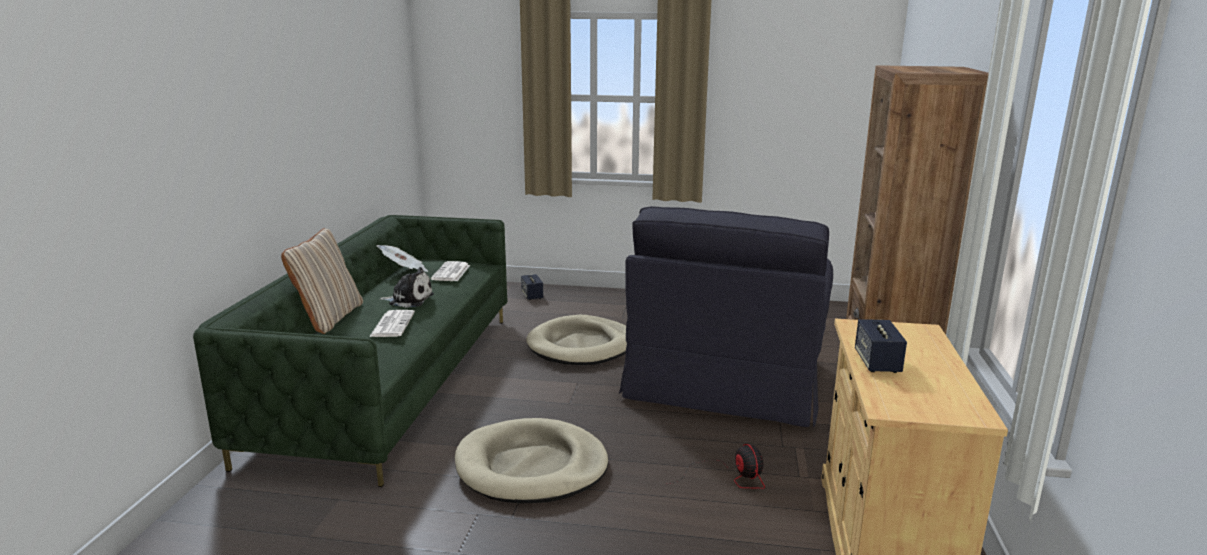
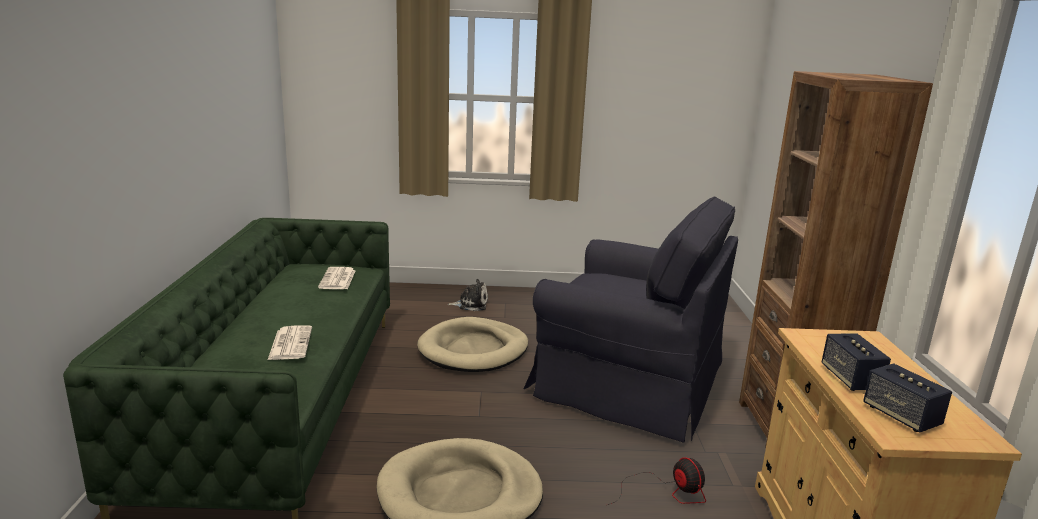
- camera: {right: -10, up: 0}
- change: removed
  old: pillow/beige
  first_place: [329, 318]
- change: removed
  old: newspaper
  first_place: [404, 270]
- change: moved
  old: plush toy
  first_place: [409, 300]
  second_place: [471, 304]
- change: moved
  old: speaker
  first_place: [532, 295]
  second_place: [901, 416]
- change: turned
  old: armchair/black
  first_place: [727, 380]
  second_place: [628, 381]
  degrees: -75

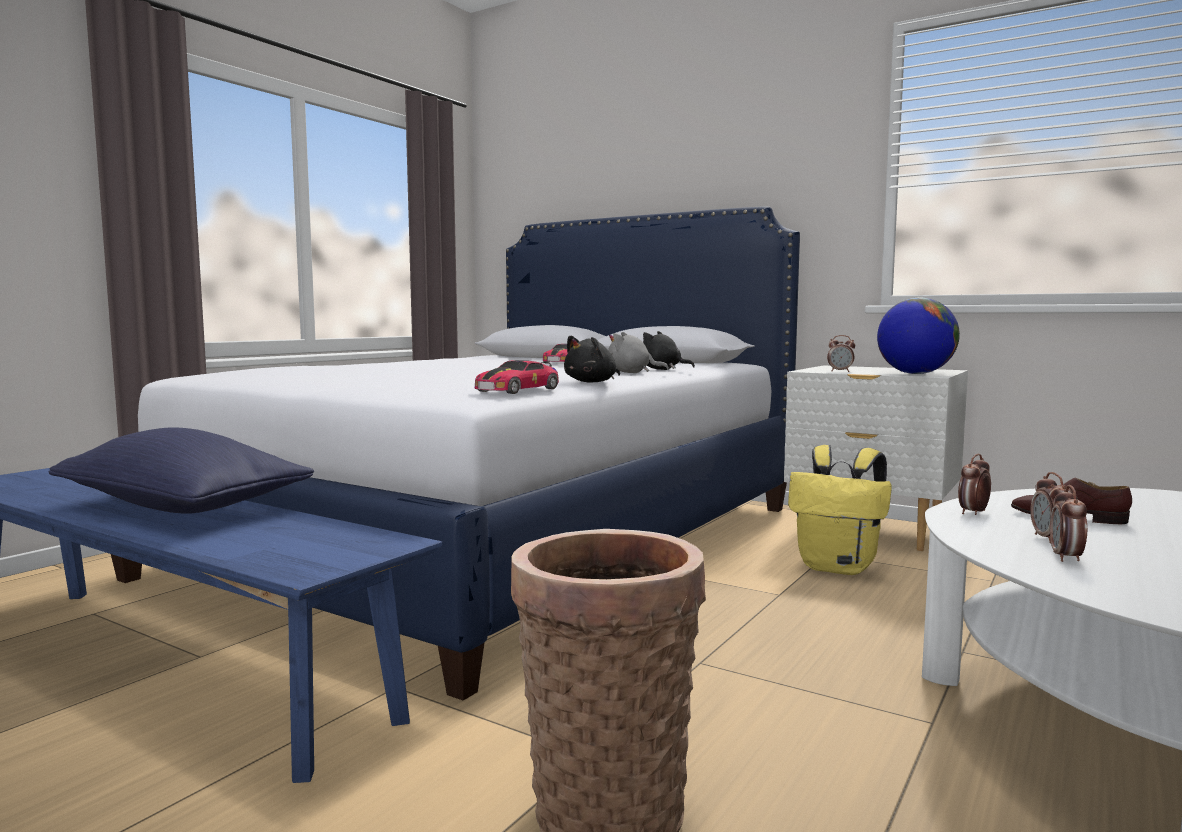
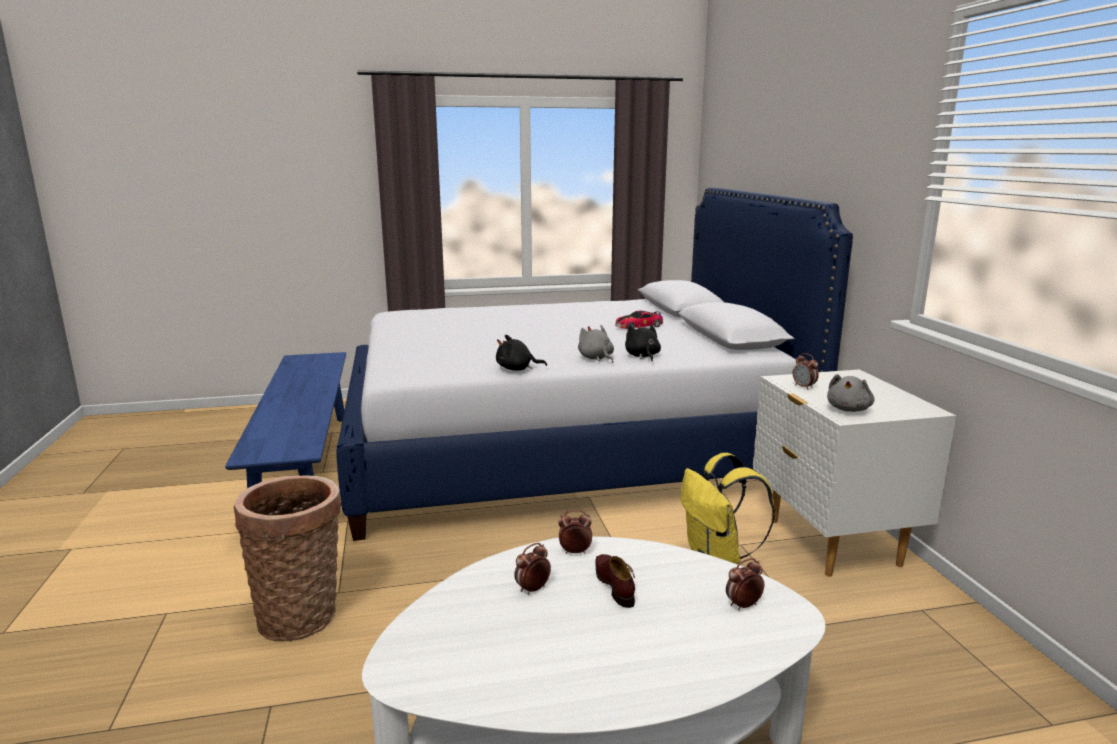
- camera: {right: 45, up: 10}
- change: removed
  old: pillow/blue
  first_place: [182, 507]
- change: removed
  old: toy car
  first_place: [518, 390]
- change: moved
  old: alarm clock
  first_place: [1066, 558]
  second_place: [743, 605]
- change: replaced
  old: globe
  new: plush toy/grey
  first_place: [915, 373]
  second_place: [849, 409]

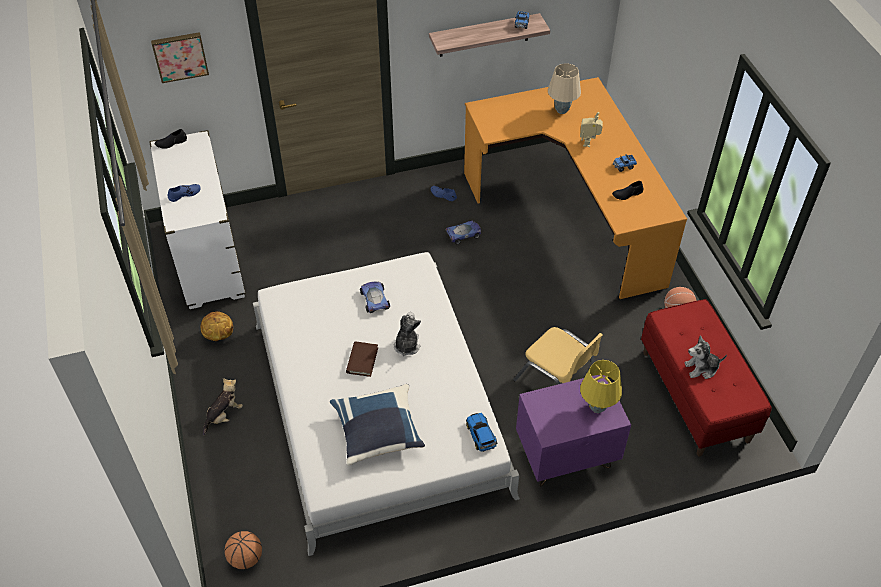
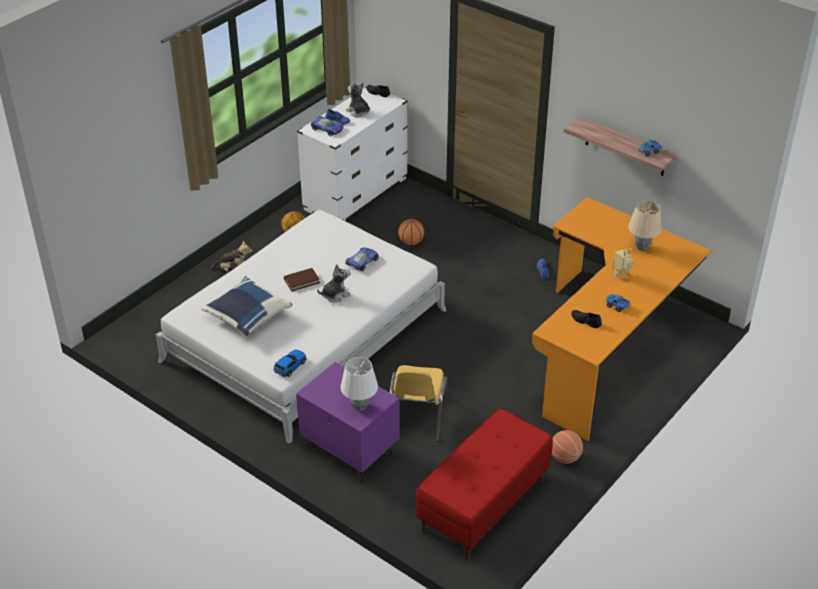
- camera: {right: 55, up: -10}
- change: removed
  old: picture
  first_place: [180, 56]
- change: moved
  old: basketball
  first_place: [246, 558]
  second_place: [411, 242]
- change: moved
  old: toy car
  first_place: [464, 234]
  second_place: [328, 129]
- change: moved
  old: plush toy
  first_place: [701, 368]
  second_place: [358, 112]
- change: recoloured
  old: table lamp/yellow
  new: table lamp/white
  first_place: [597, 407]
  second_place: [360, 406]

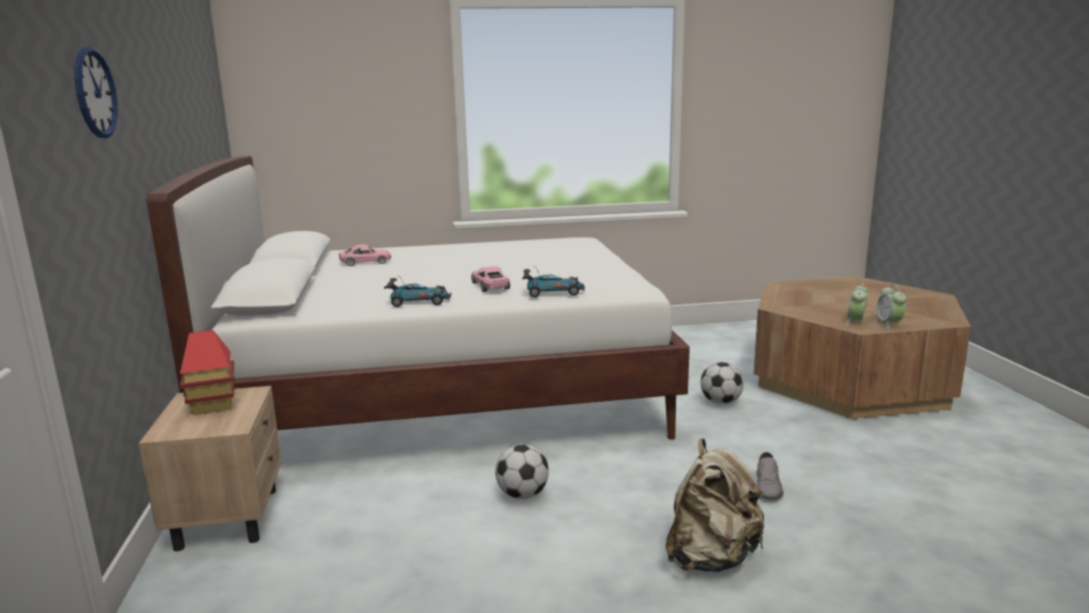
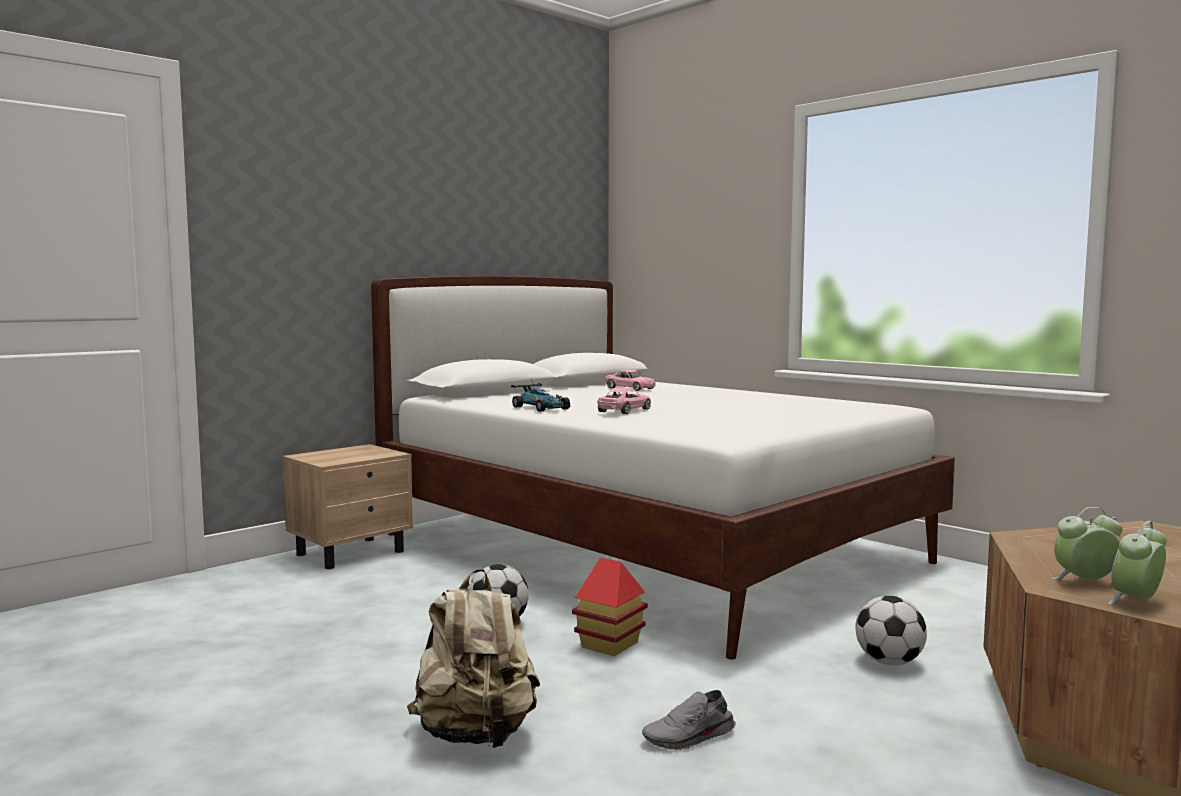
- camera: {right: 55, up: -10}
- change: removed
  old: wall clock
  first_place: [95, 93]
- change: removed
  old: toy car
  first_place: [553, 292]
- change: moved
  old: toy house
  first_place: [213, 405]
  second_place: [610, 645]

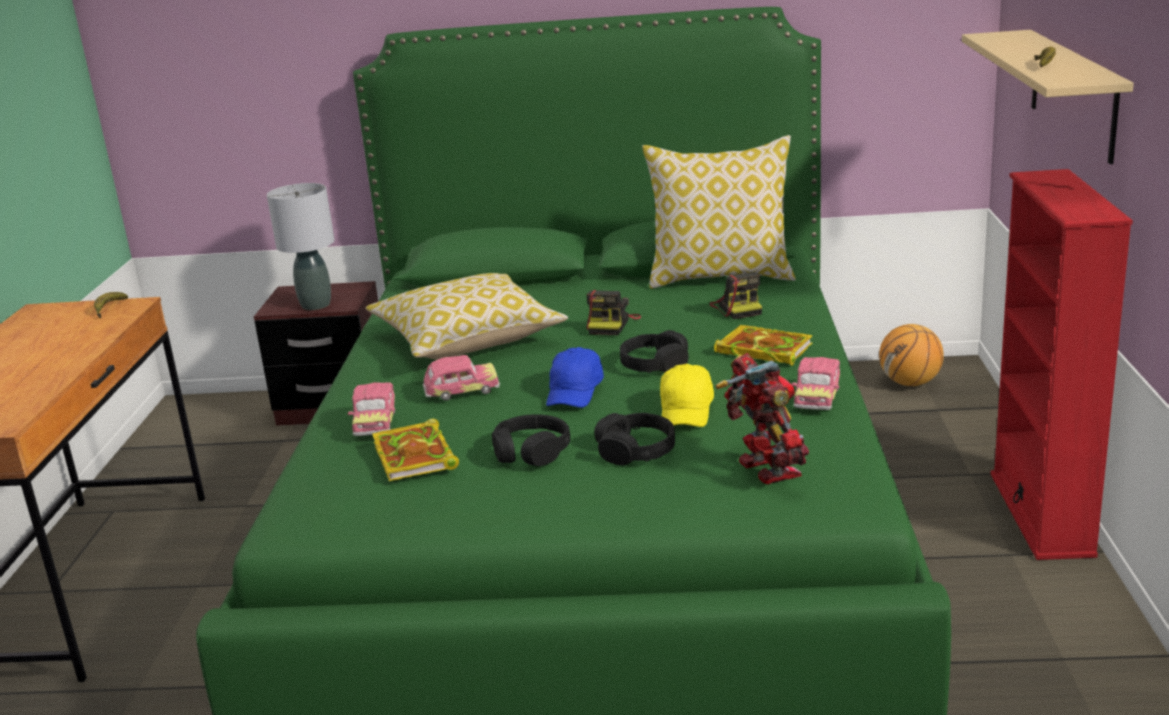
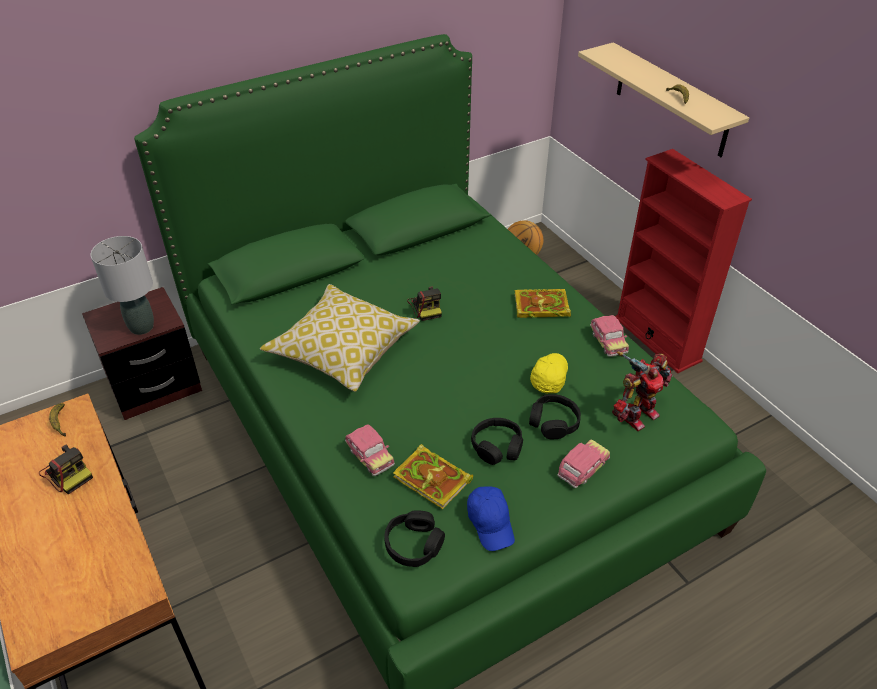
- camera: {right: -35, up: 20}
- change: removed
  old: pillow
  first_place: [721, 277]
- change: moved
  old: toy car
  first_place: [462, 392]
  second_place: [582, 469]
- change: moved
  old: cap/blue
  first_place: [575, 392]
  second_place: [490, 523]
- change: moved
  old: headphones/black
  first_place: [654, 364]
  second_place: [414, 544]
- change: moved
  old: photo camera
  first_place: [737, 308]
  second_place: [68, 472]
- change: turned
  old: cap/yellow
  first_place: [686, 411]
  second_place: [549, 377]
  degrees: -135
- change: turned
  old: toy robot
  first_place: [765, 470]
  second_place: [636, 414]
  degrees: 105

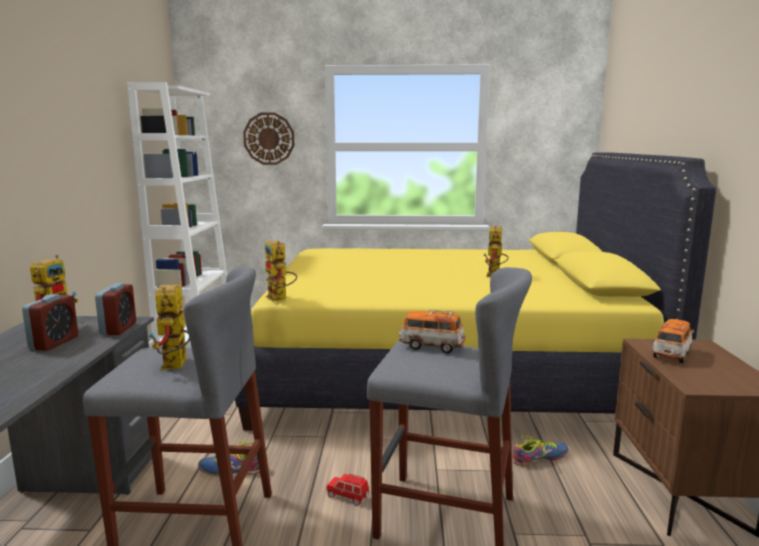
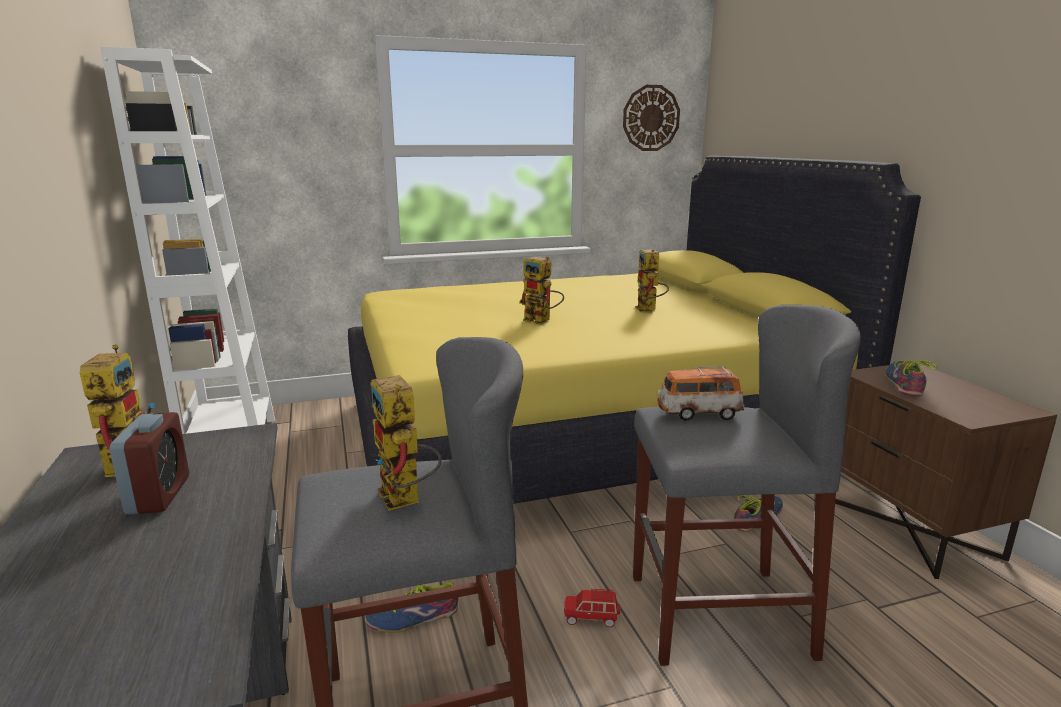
- camera: {right: -20, up: 5}
- change: removed
  old: alarm clock
  first_place: [118, 329]
- change: moved
  old: wall clock
  first_place: [269, 138]
  second_place: [651, 118]
- change: moved
  old: toy robot
  first_place: [280, 299]
  second_place: [542, 321]
- change: replaced
  old: toy car
  new: shoe
  first_place: [671, 354]
  second_place: [904, 384]

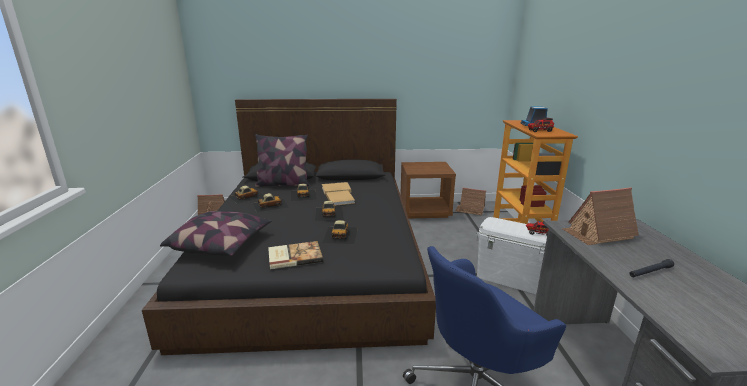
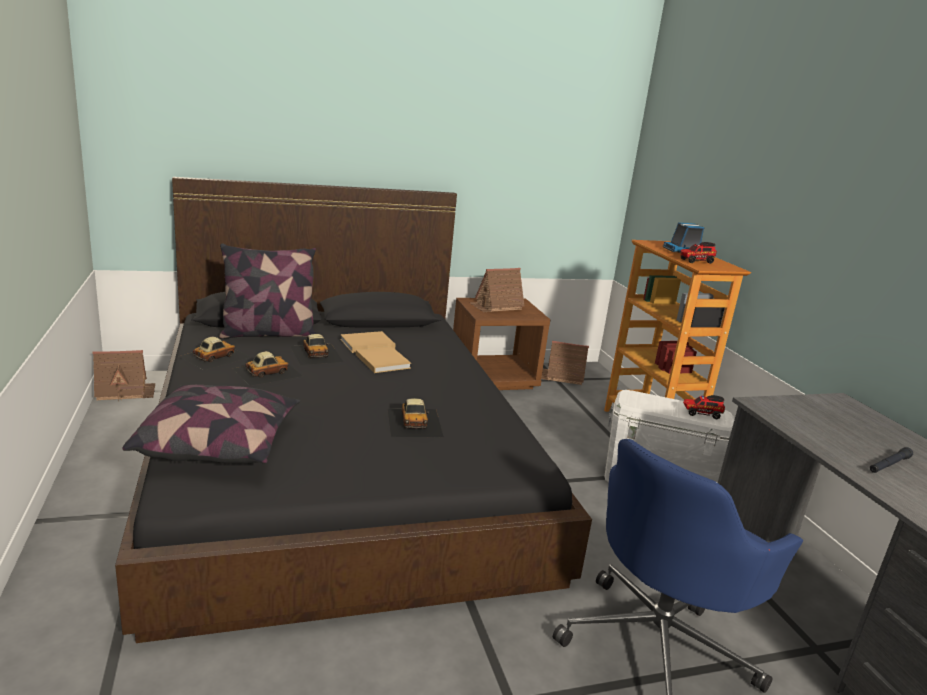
- camera: {right: -15, up: 0}
- change: removed
  old: book
  first_place: [294, 256]
- change: removed
  old: toy car
  first_place: [329, 213]
- change: moved
  old: toy house
  first_place: [598, 233]
  second_place: [496, 306]

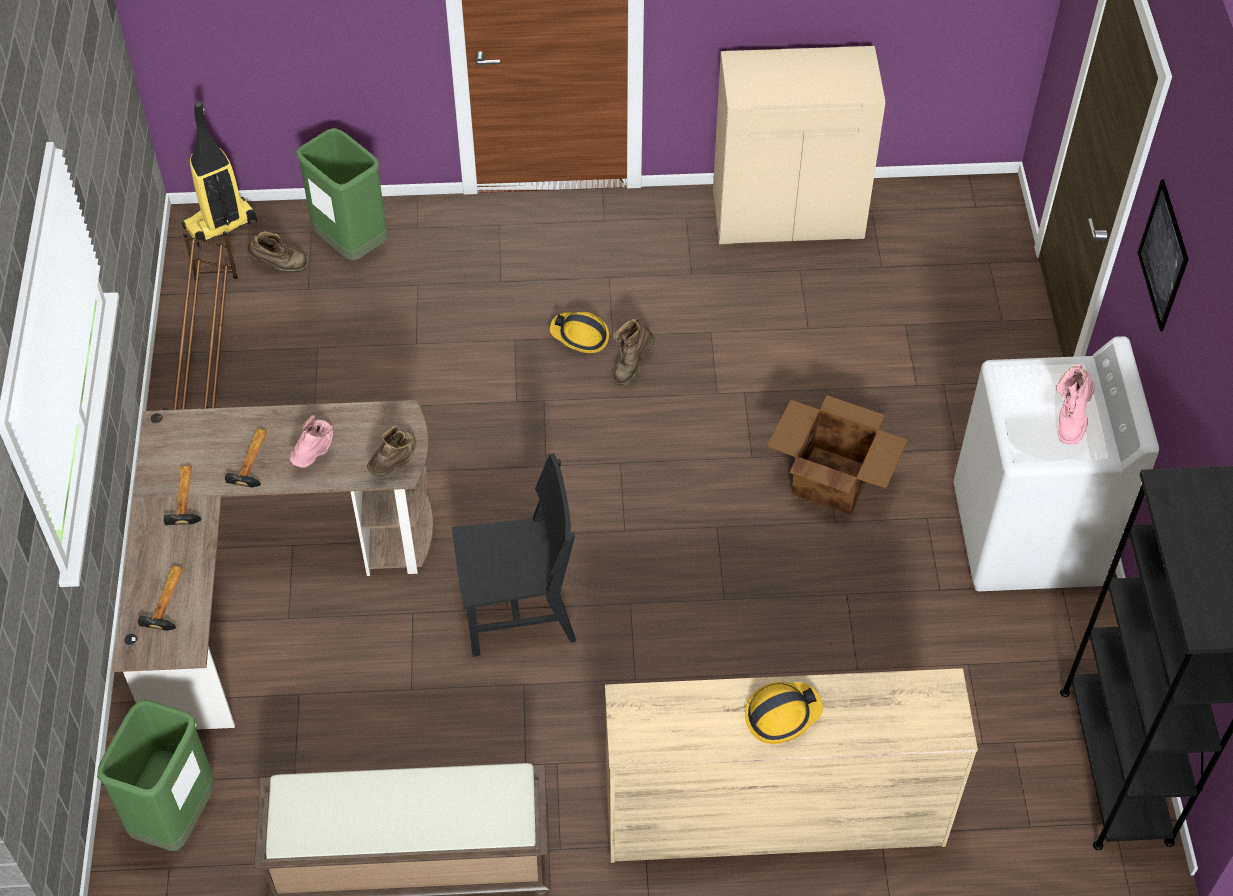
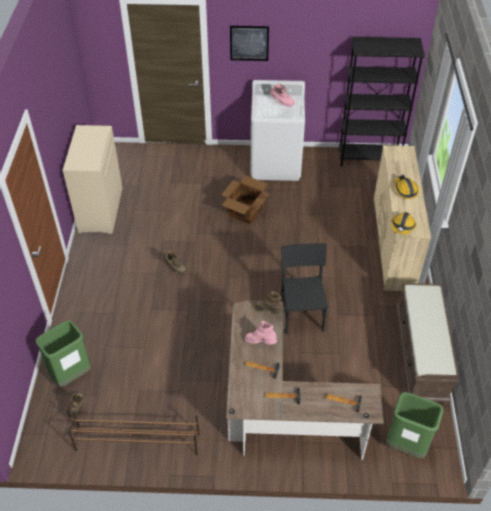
- camera: {right: -85, up: -5}
- change: removed
  old: vacuum cleaner
  first_place: [220, 225]
- change: moved
  old: hard hat
  first_place: [580, 336]
  second_place: [402, 226]

